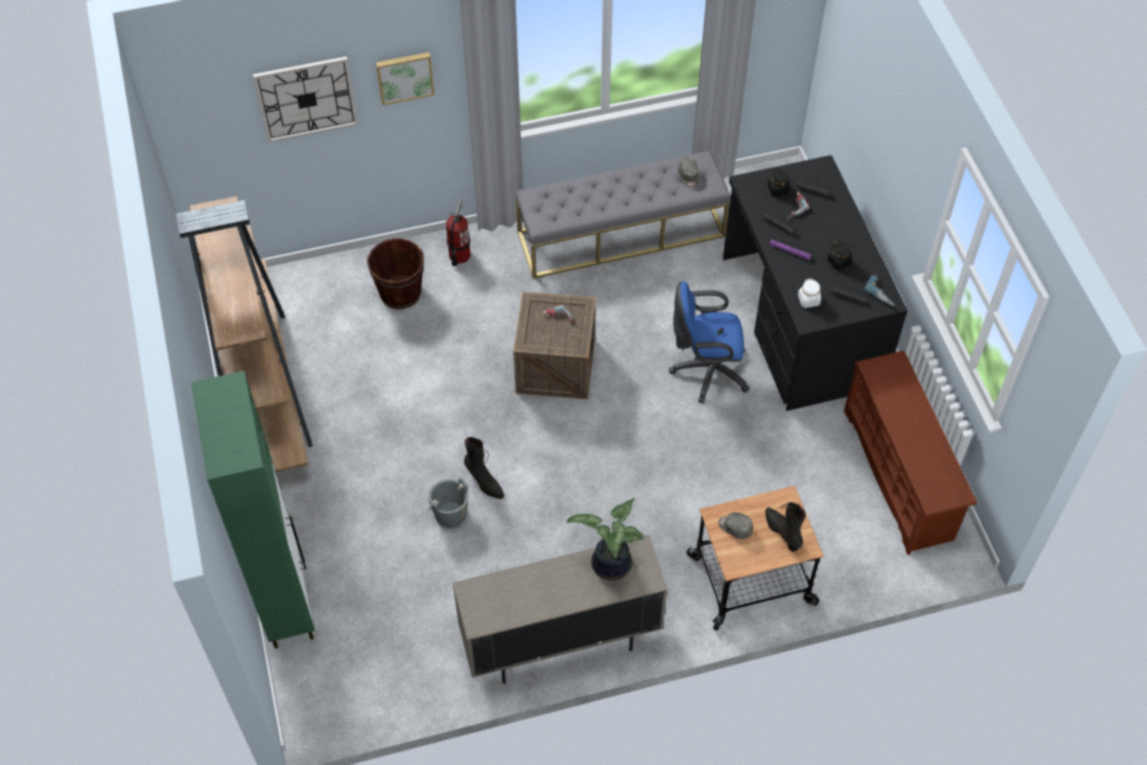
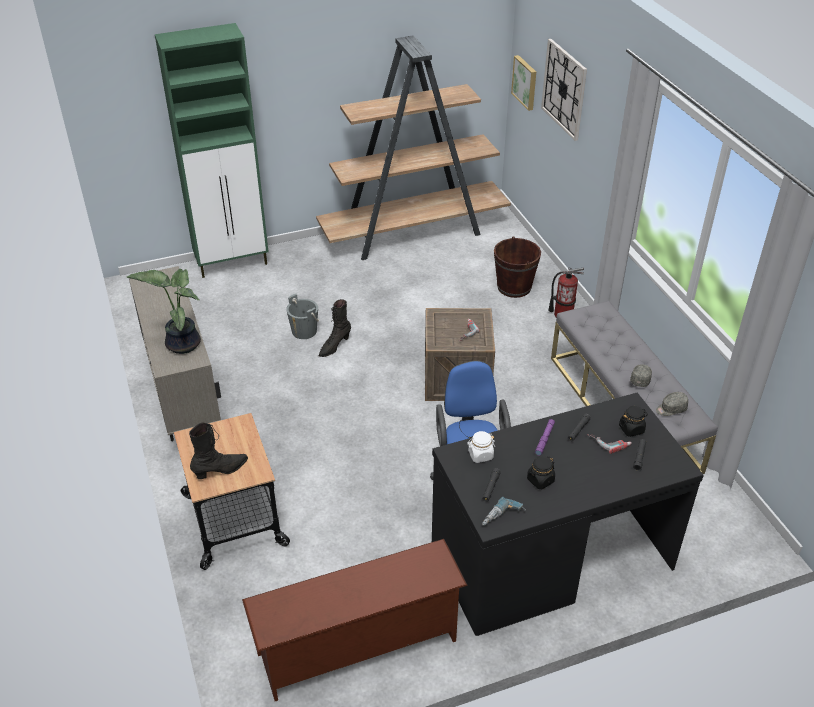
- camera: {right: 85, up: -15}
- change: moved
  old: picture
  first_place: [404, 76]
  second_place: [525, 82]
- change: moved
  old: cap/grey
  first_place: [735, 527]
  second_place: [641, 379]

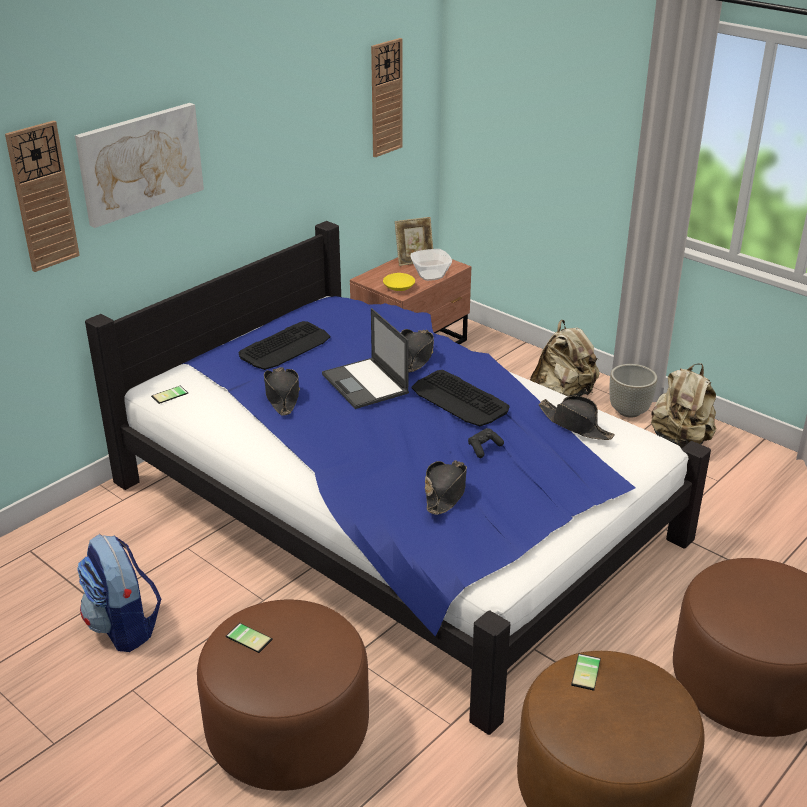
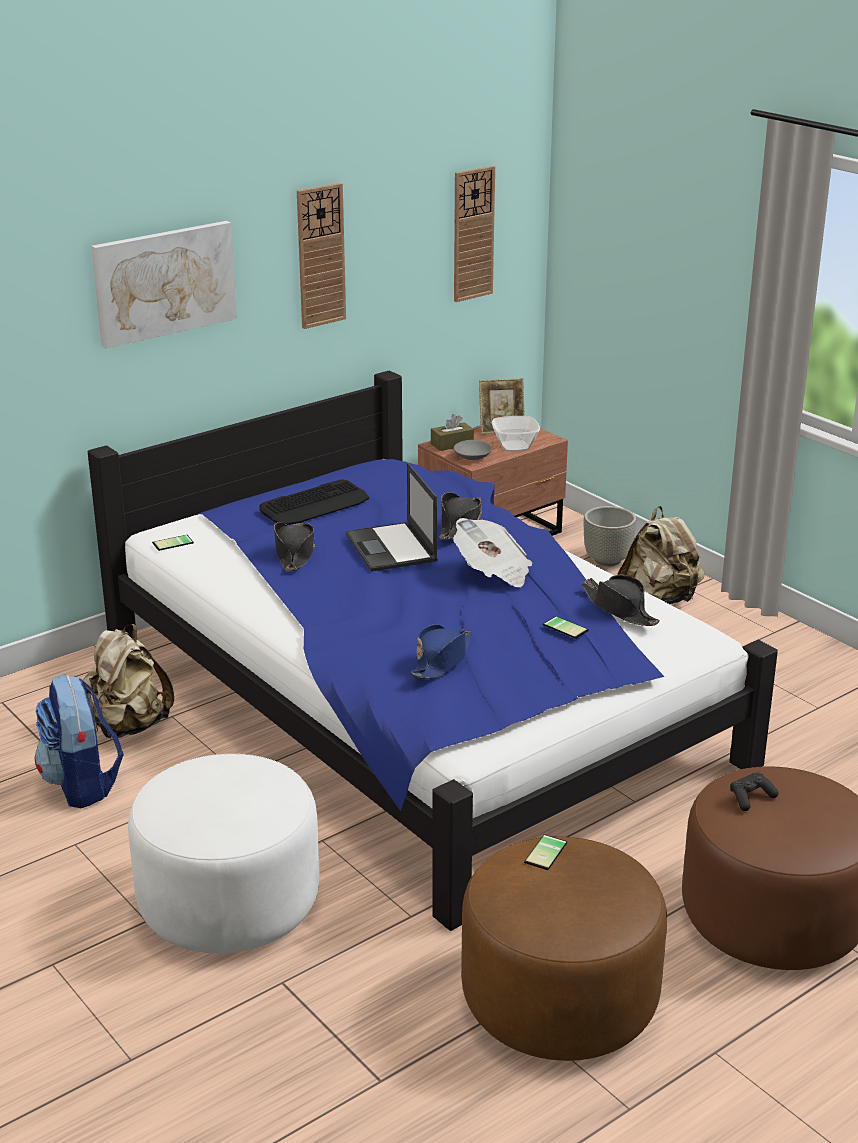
- camera: {right: 10, up: -5}
- change: added
  new: tissue box/brown
  second_place: [452, 444]
- change: moved
  old: wall clock
  first_place: [42, 197]
  second_place: [320, 256]
- change: moved
  old: phone
  first_place: [250, 636]
  second_place: [567, 627]
- change: moved
  old: game controller/black
  first_place: [484, 448]
  second_place: [751, 798]
- change: moved
  old: planter/grey
  first_place: [628, 411]
  second_place: [607, 560]
- change: moved
  old: backpack/beige
  first_place: [680, 441]
  second_place: [128, 726]
- change: replaced
  old: keyboard
  new: newspaper
  first_place: [459, 399]
  second_place: [493, 572]
- change: recoloured
  old: ottoman/brown
  new: ottoman/white
  first_place: [288, 732]
  second_place: [229, 902]
- change: recoloured
  old: bowl/yellow
  new: bowl/grey
  first_place: [399, 288]
  second_place: [472, 457]
- change: recoloured
  old: hat/black
  new: hat/blue
  first_place: [446, 492]
  second_place: [442, 660]

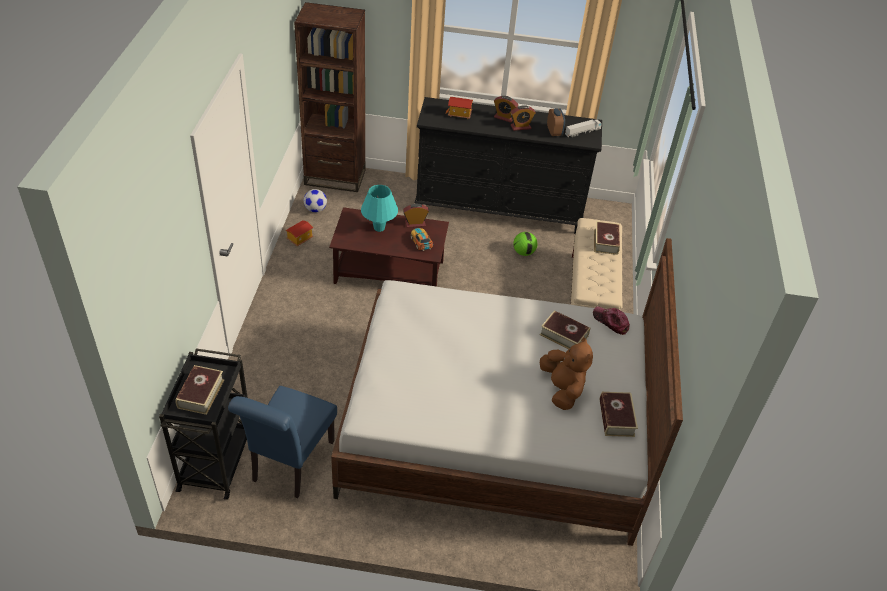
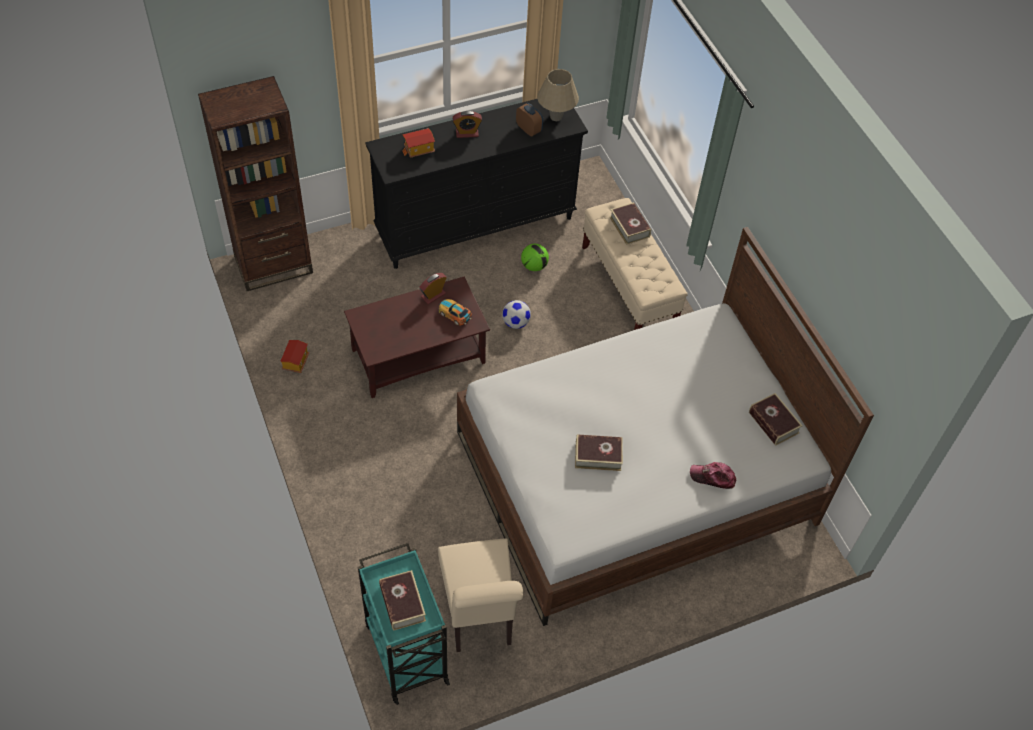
- camera: {right: -30, up: 10}
- change: removed
  old: table lamp/turquoise
  first_place: [379, 228]
- change: removed
  old: alarm clock
  first_place: [520, 127]
- change: removed
  old: plush toy/brown
  first_place: [562, 389]
- change: moved
  old: football
  first_place: [315, 209]
  second_place: [515, 322]
- change: moved
  old: book
  first_place: [564, 335]
  second_place: [598, 456]
- change: moved
  old: cap
  first_place: [610, 322]
  second_place: [712, 477]
- change: replaced
  old: toy truck
  new: table lamp/beige
  first_place: [582, 132]
  second_place: [556, 117]
- change: recoloured
  old: cart/black
  new: cart/turquoise
  first_place: [216, 459]
  second_place: [405, 650]
- change: recoloured
  old: chair/blue
  new: chair/beige
  first_place: [290, 465]
  second_place: [478, 616]

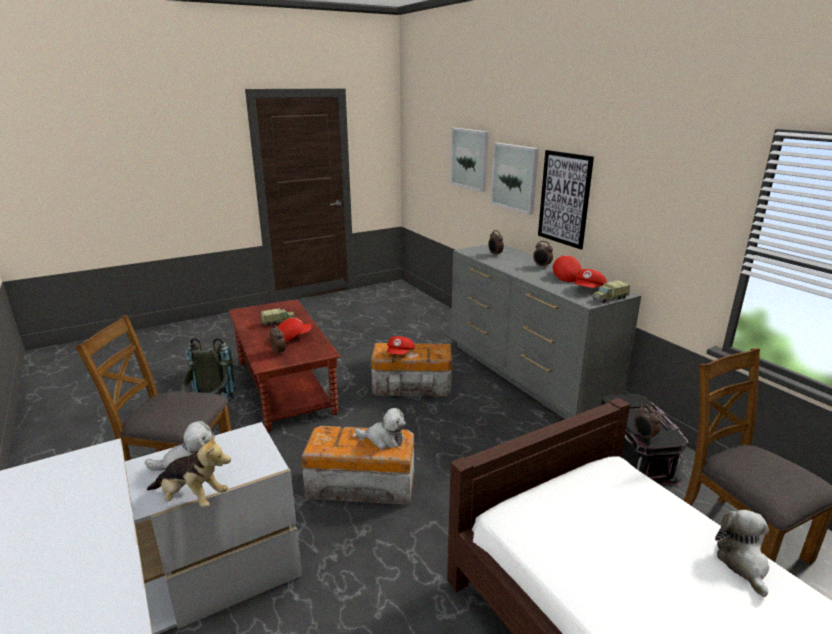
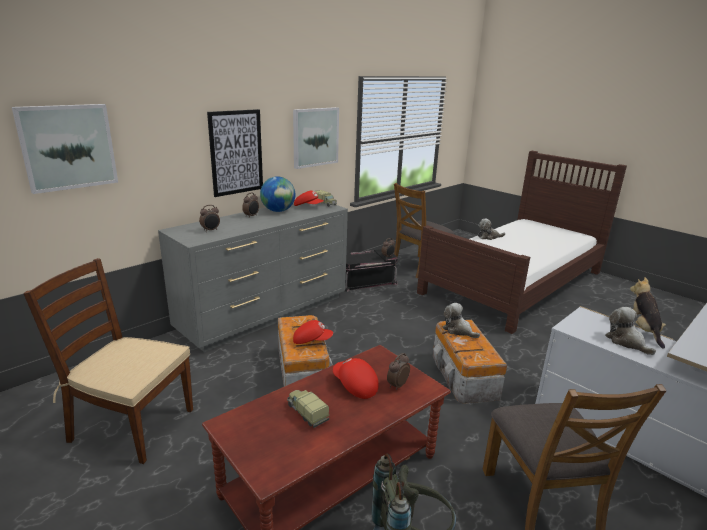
- camera: {right: -105, up: 0}
- change: added
  new: chair/brown
  second_place: [131, 425]
- change: moved
  old: picture
  first_place: [515, 177]
  second_place: [315, 137]
- change: replaced
  old: cap/red
  new: globe
  first_place: [564, 276]
  second_place: [278, 211]
- change: turned
  old: plush toy
  first_place: [383, 439]
  second_place: [458, 330]
  degrees: -45

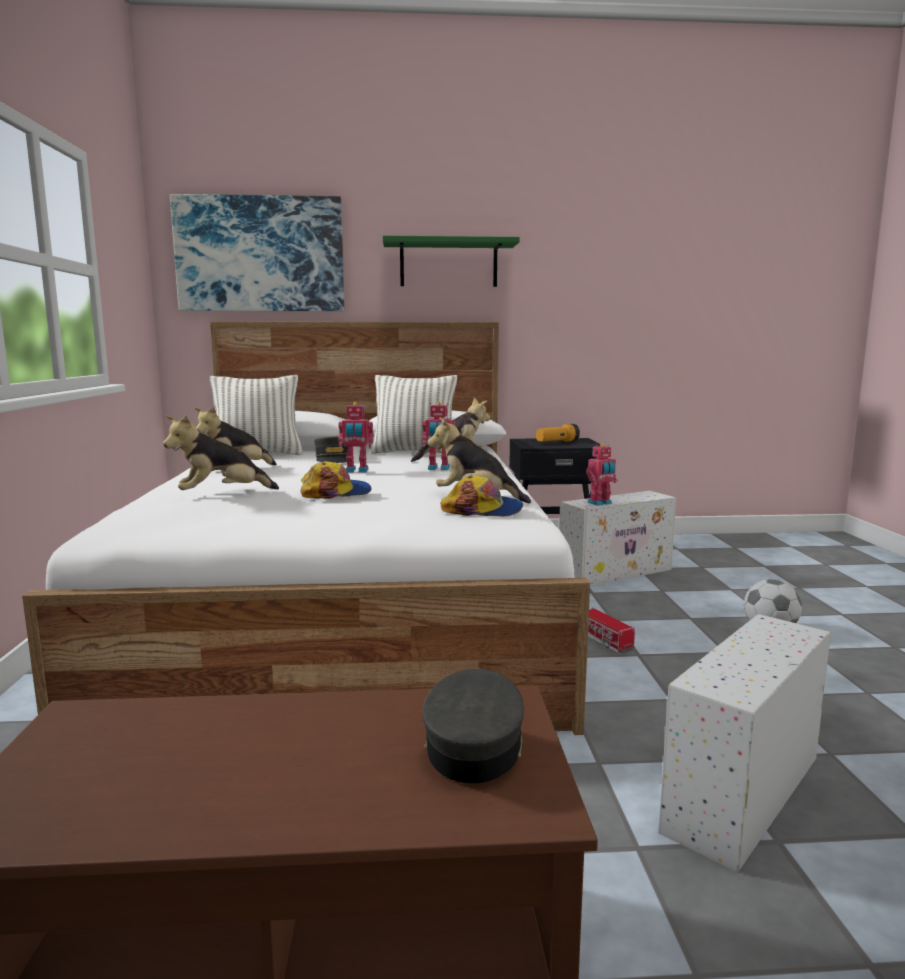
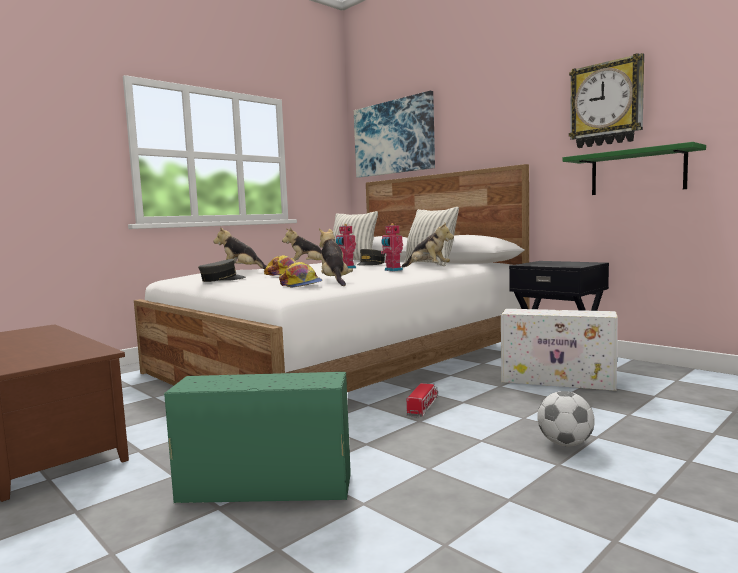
- camera: {right: 50, up: -5}
- change: removed
  old: flashlight
  first_place: [557, 442]
- change: removed
  old: toy robot
  first_place: [600, 503]
- change: added
  new: wall clock
  second_place: [606, 104]
- change: moved
  old: shelf/green
  first_place: [448, 264]
  second_place: [637, 172]
- change: moved
  old: cap/grey
  first_place: [474, 746]
  second_place: [222, 280]
- change: recoloured
  old: storage box/white
  new: storage box/green
  first_place: [742, 794]
  second_place: [263, 487]

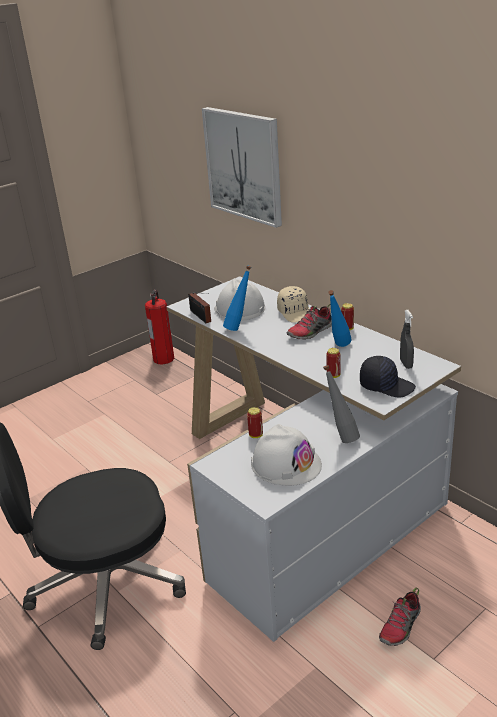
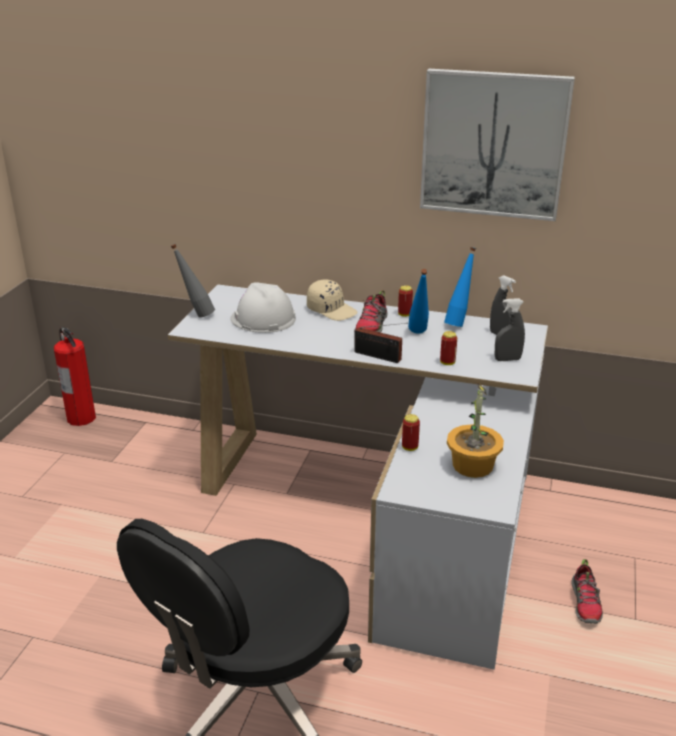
- camera: {right: -35, up: 0}
- change: moved
  old: radio
  first_place: [201, 317]
  second_place: [380, 357]
- change: moved
  old: picture
  first_place: [244, 165]
  second_place: [493, 144]
- change: moved
  old: bottle/blue
  first_place: [239, 327]
  second_place: [458, 323]
- change: moved
  old: bottle/grey
  first_place: [341, 437]
  second_place: [196, 315]
- change: replaced
  old: hard hat/white
  new: potted plant
  first_place: [286, 464]
  second_place: [472, 465]
- change: replaced
  old: cap/black
  new: spray bottle/grey
  first_place: [386, 386]
  second_place: [507, 359]

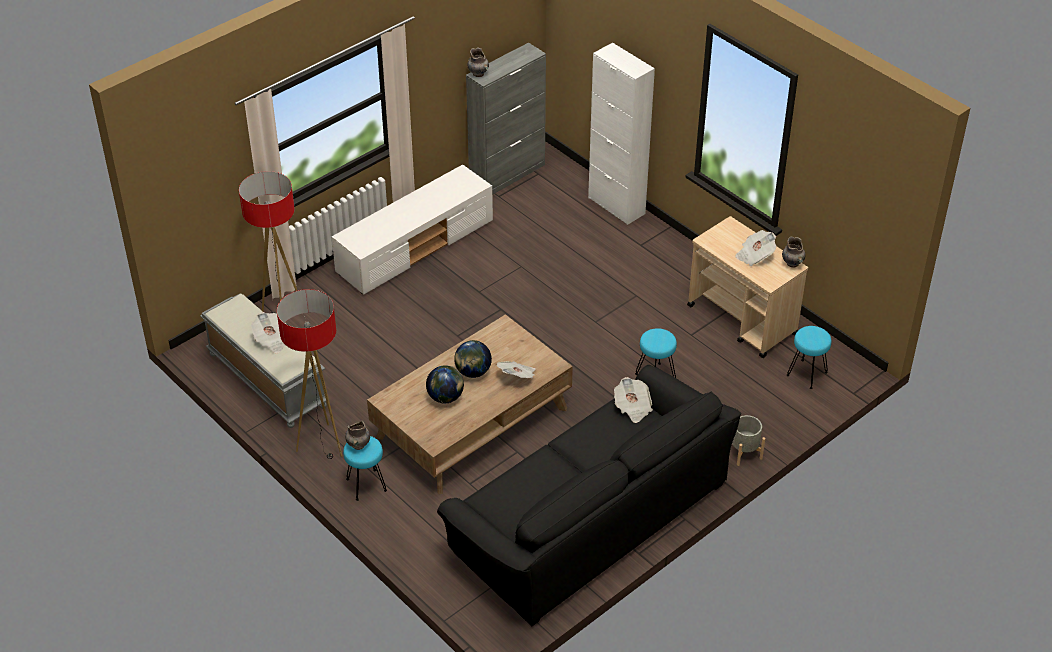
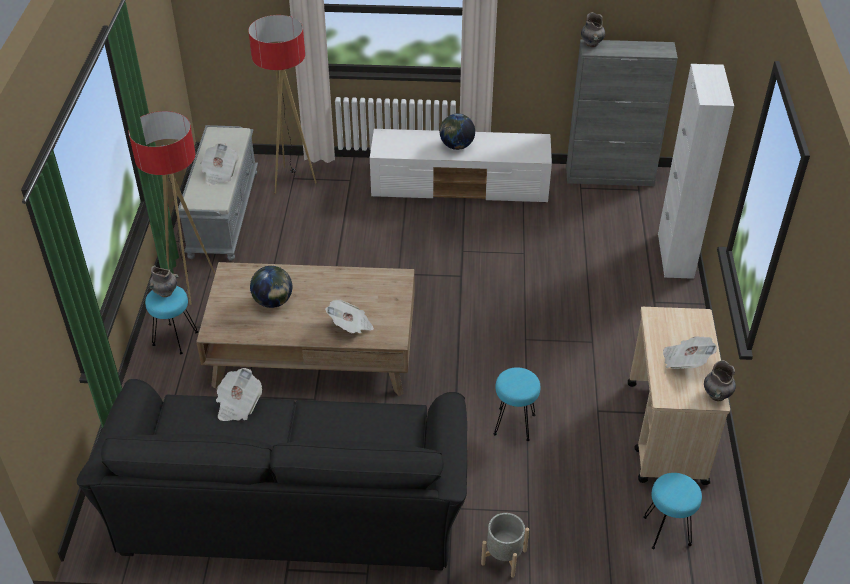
- camera: {right: 45, up: 0}
- change: moved
  old: globe
  first_place: [473, 372]
  second_place: [456, 146]
- change: moved
  old: newspaper
  first_place: [632, 407]
  second_place: [238, 405]

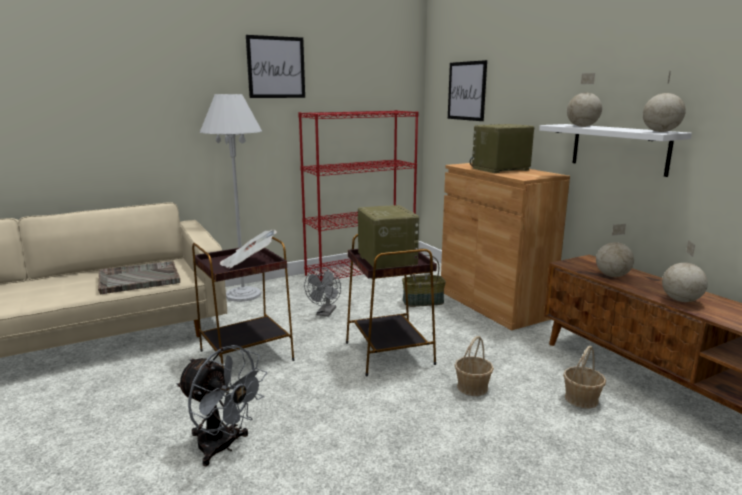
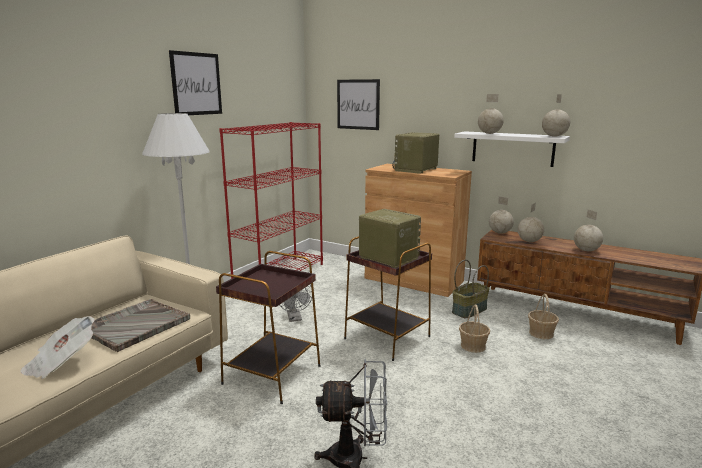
- camera: {right: -30, up: 0}
- change: added
  new: globe
  second_place: [500, 233]
- change: moved
  old: newspaper
  first_place: [248, 263]
  second_place: [61, 363]
- change: moved
  old: basket
  first_place: [423, 301]
  second_place: [469, 310]

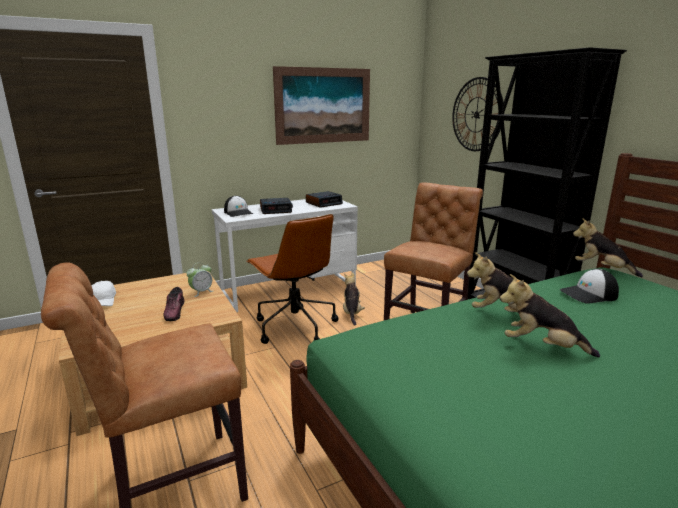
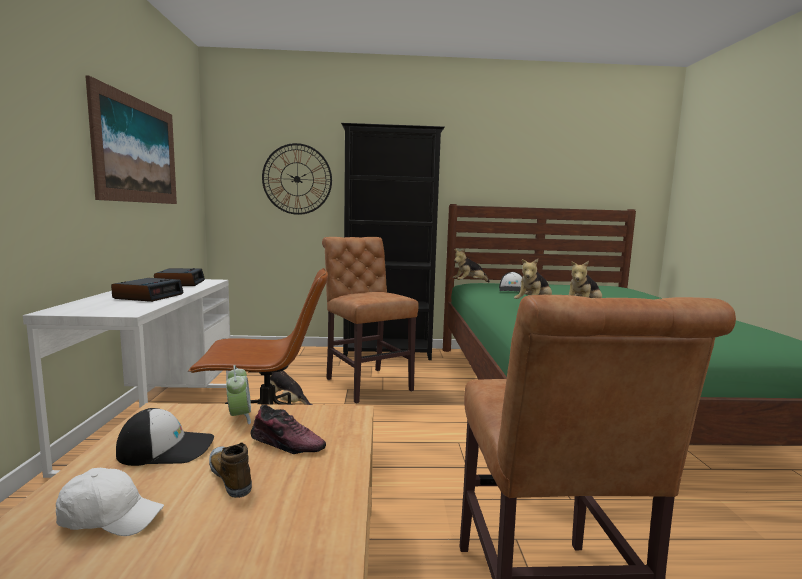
- camera: {right: -65, up: -10}
- change: added
  new: shoe
  second_place: [231, 476]
- change: moved
  old: cap
  first_place: [238, 213]
  second_place: [167, 448]

